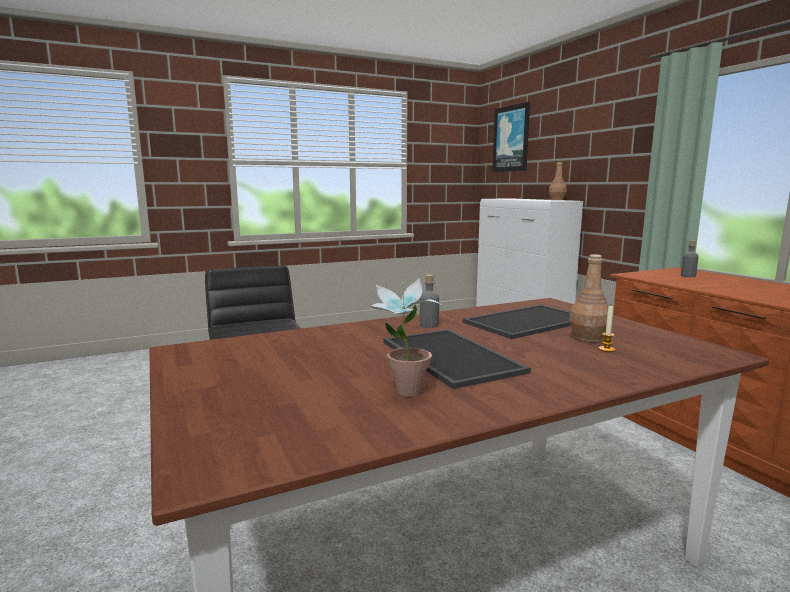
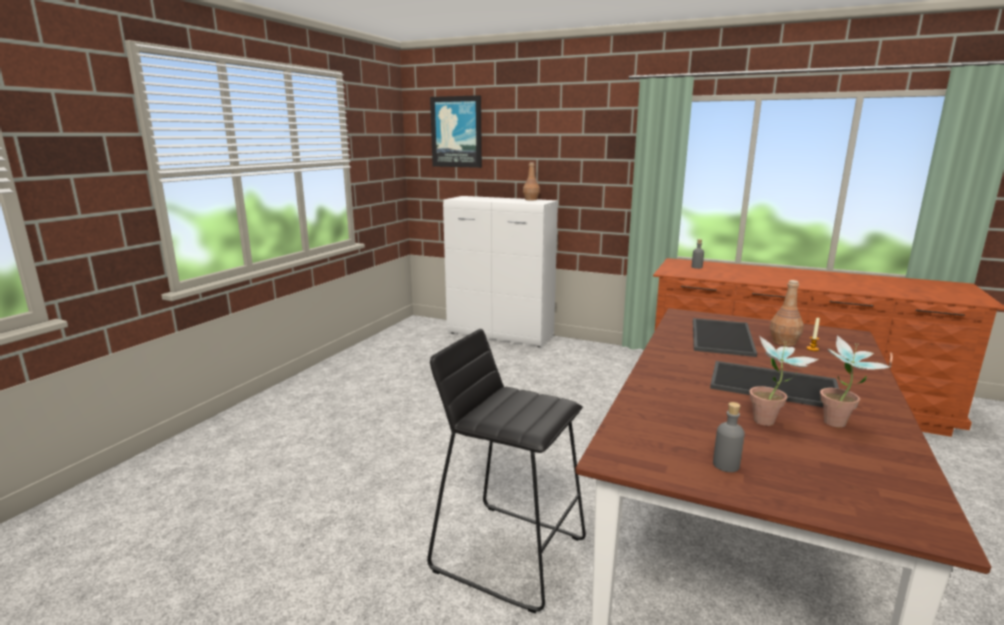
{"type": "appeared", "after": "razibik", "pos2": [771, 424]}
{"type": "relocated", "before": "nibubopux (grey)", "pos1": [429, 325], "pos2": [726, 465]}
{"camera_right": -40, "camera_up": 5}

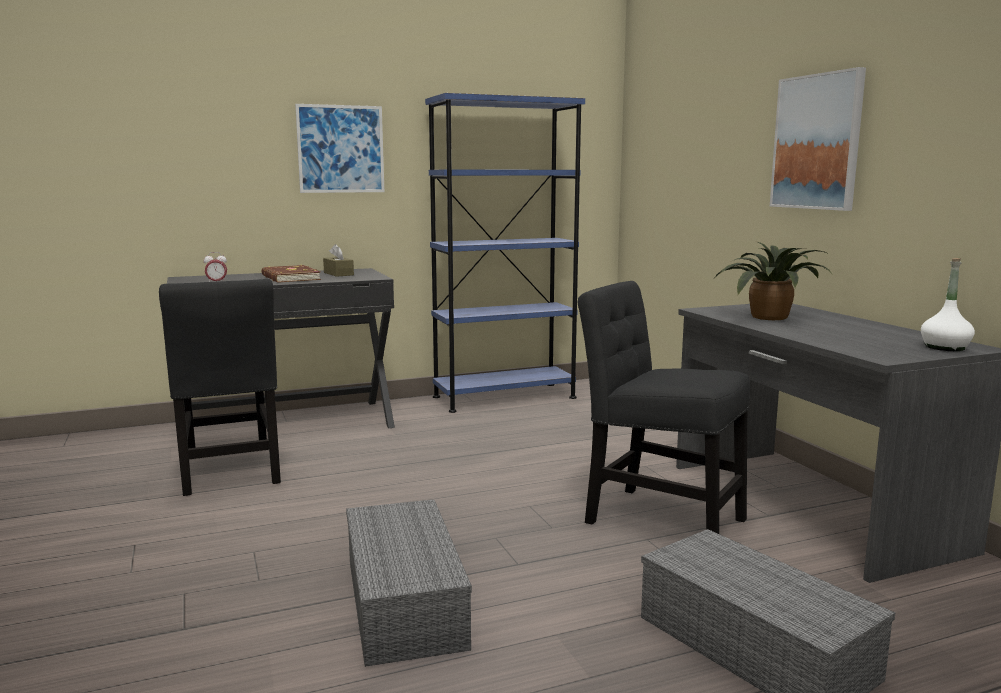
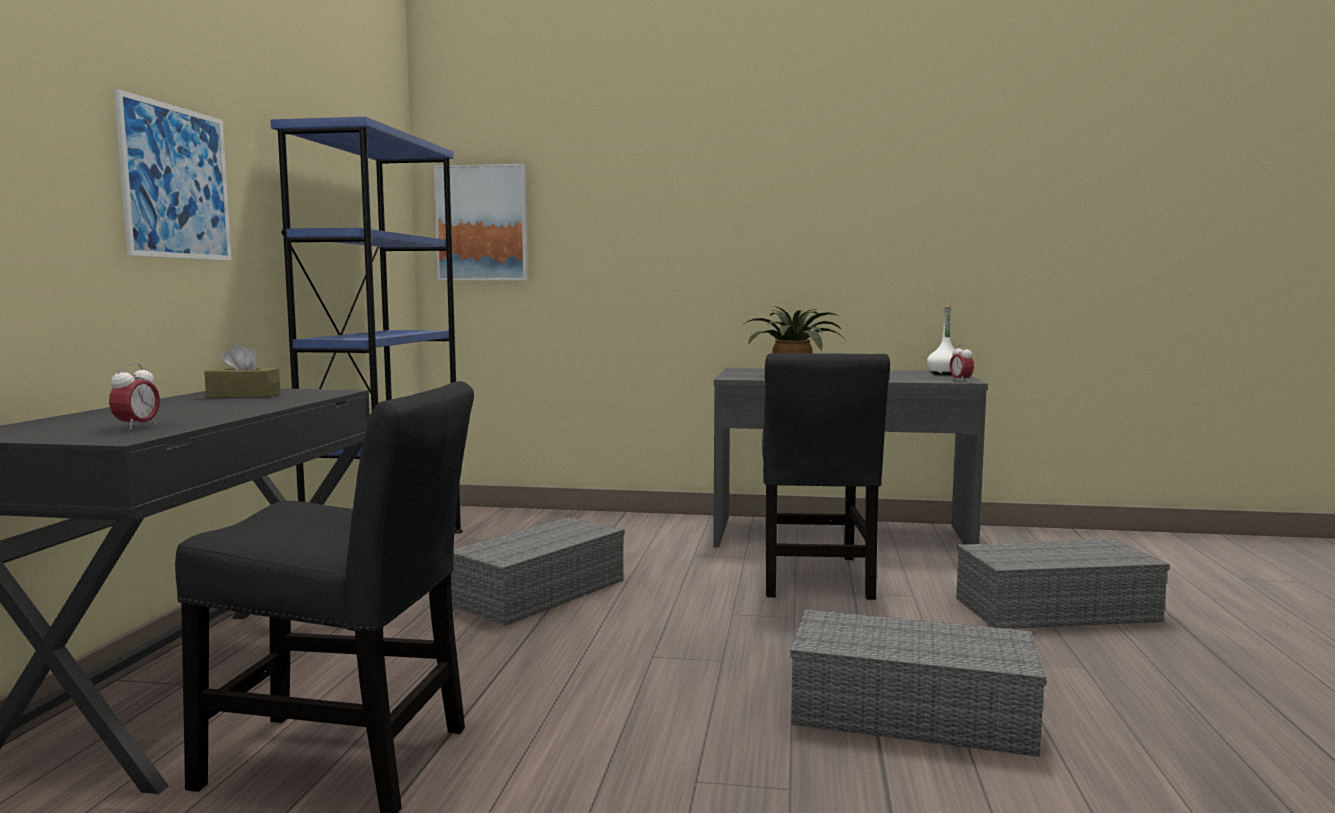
{"type": "missing", "before": "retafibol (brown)", "pos1": [289, 278]}
{"type": "appeared", "after": "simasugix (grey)", "pos2": [540, 591]}
{"type": "appeared", "after": "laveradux", "pos2": [960, 381]}
{"type": "relocated", "before": "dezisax", "pos1": [817, 142], "pos2": [482, 223]}
{"type": "spun", "before": "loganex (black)", "pos1": [657, 518], "pos2": [815, 579], "turn": -60}
{"camera_right": -60, "camera_up": -5}

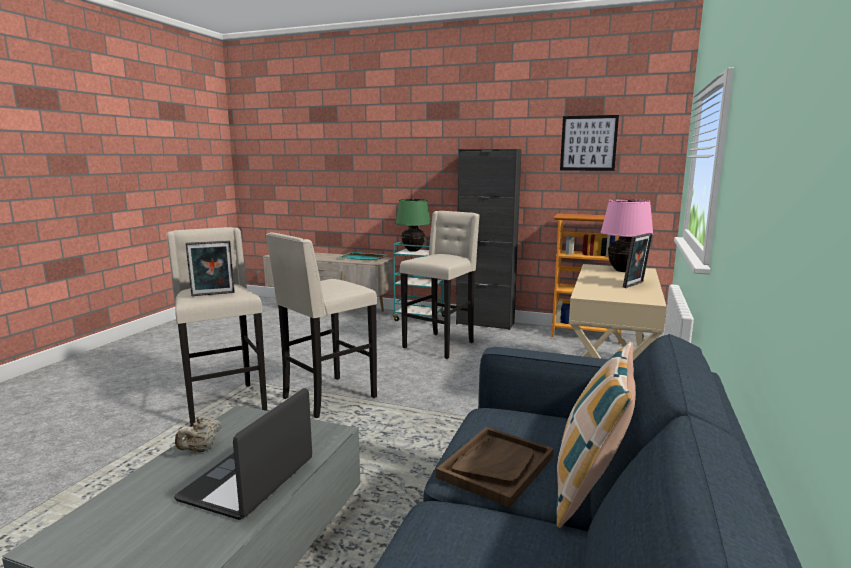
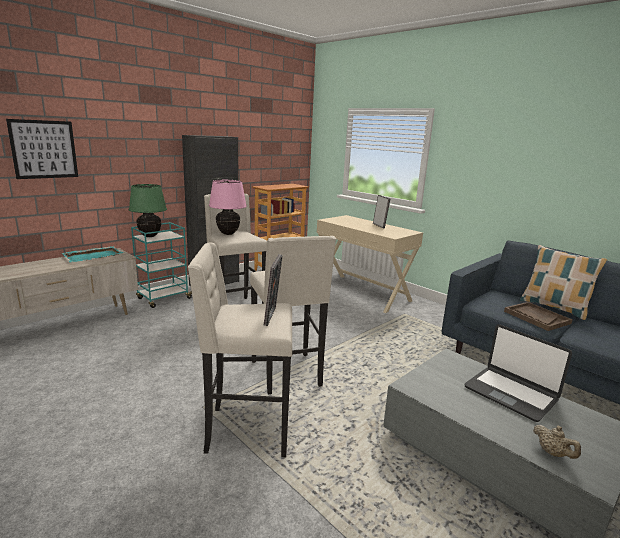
{"type": "relocated", "before": "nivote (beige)", "pos1": [201, 450], "pos2": [552, 453]}
{"type": "relocated", "before": "dezisax", "pos1": [588, 143], "pos2": [44, 149]}
{"type": "relocated", "before": "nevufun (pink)", "pos1": [623, 271], "pos2": [228, 233]}
{"camera_right": -65, "camera_up": 5}

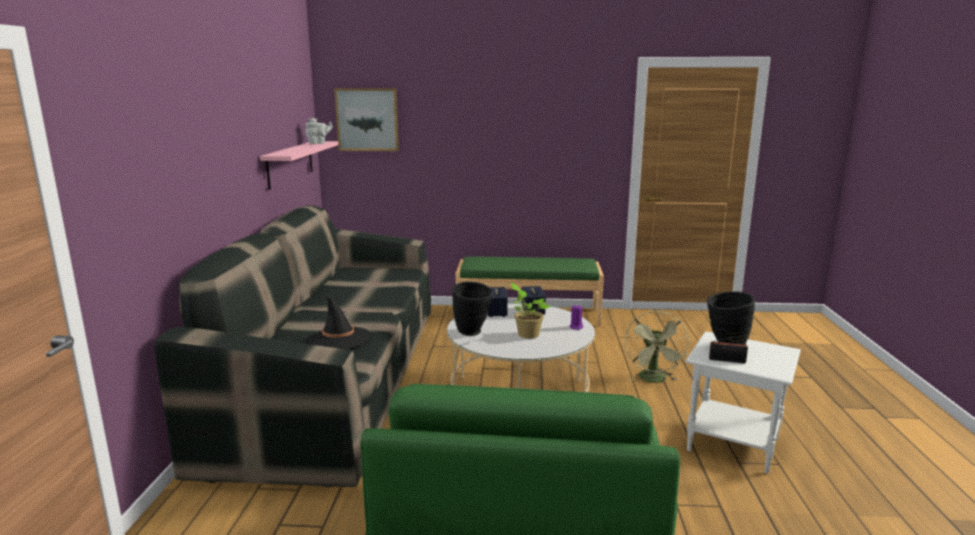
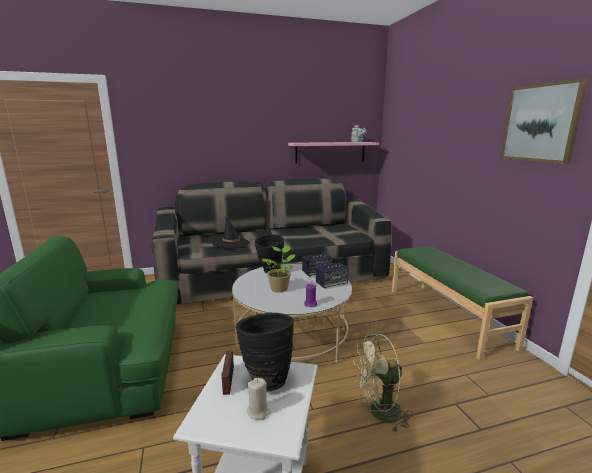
{"type": "appeared", "after": "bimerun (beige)", "pos2": [258, 412]}
{"type": "relocated", "before": "dezisax", "pos1": [367, 119], "pos2": [541, 123]}
{"camera_right": 70, "camera_up": 0}

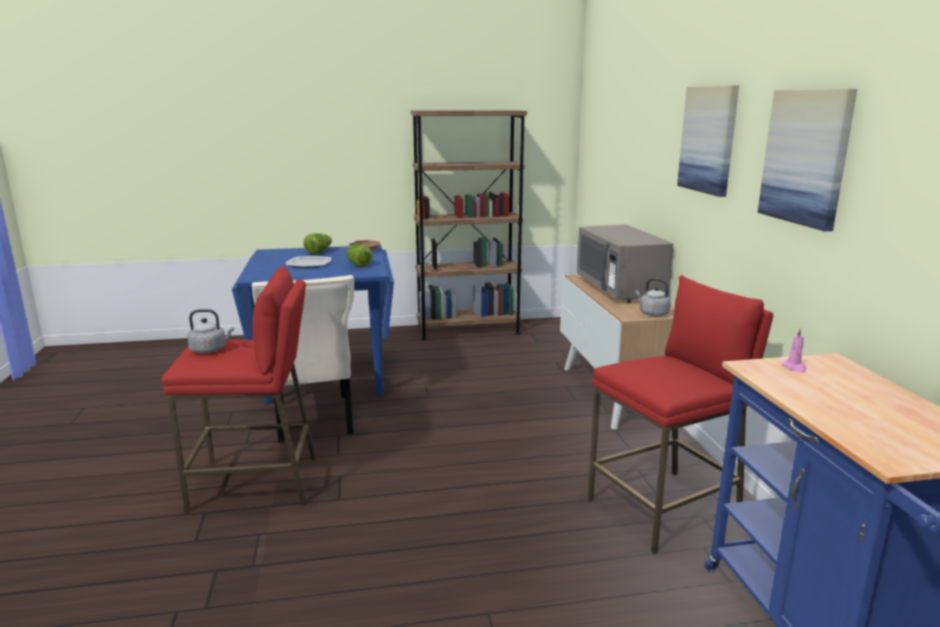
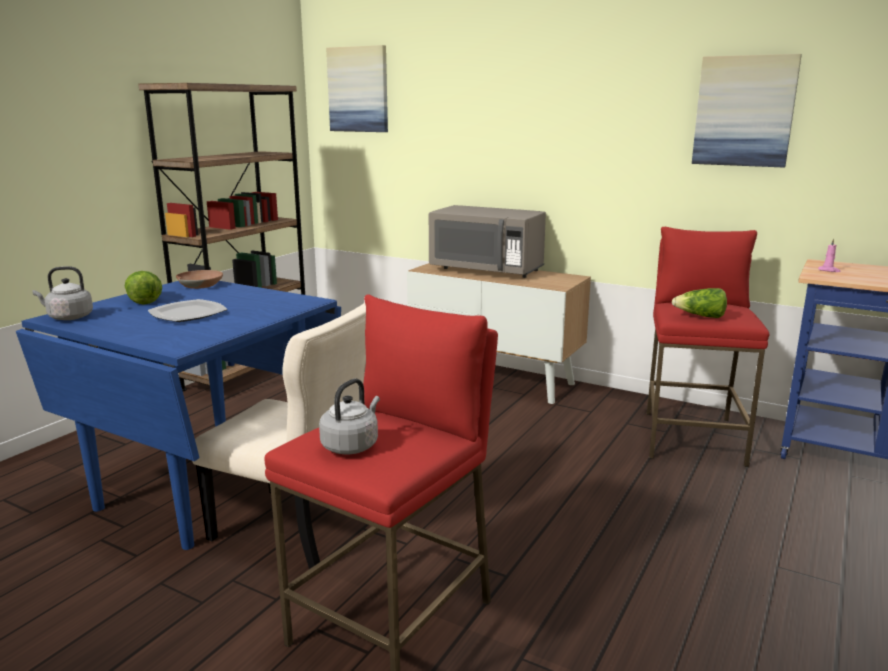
{"type": "relocated", "before": "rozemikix", "pos1": [358, 264], "pos2": [700, 316]}
{"type": "relocated", "before": "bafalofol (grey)", "pos1": [652, 313], "pos2": [68, 317]}
{"type": "relocated", "before": "dezisax", "pos1": [708, 139], "pos2": [358, 89]}
{"camera_right": -50, "camera_up": 0}

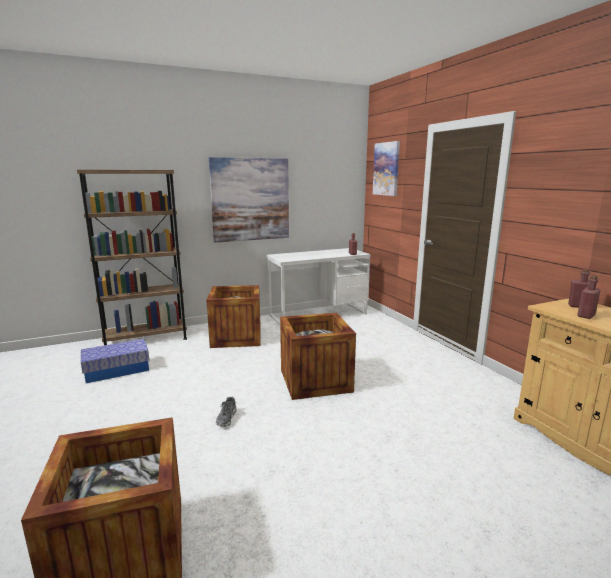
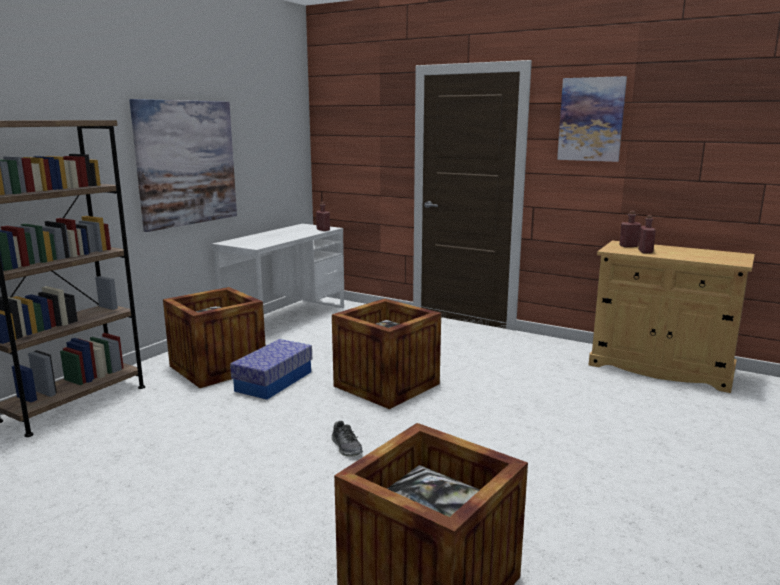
{"type": "relocated", "before": "simasugix", "pos1": [117, 370], "pos2": [274, 381]}
{"type": "relocated", "before": "dezisax", "pos1": [386, 169], "pos2": [591, 119]}
{"camera_right": -35, "camera_up": 0}

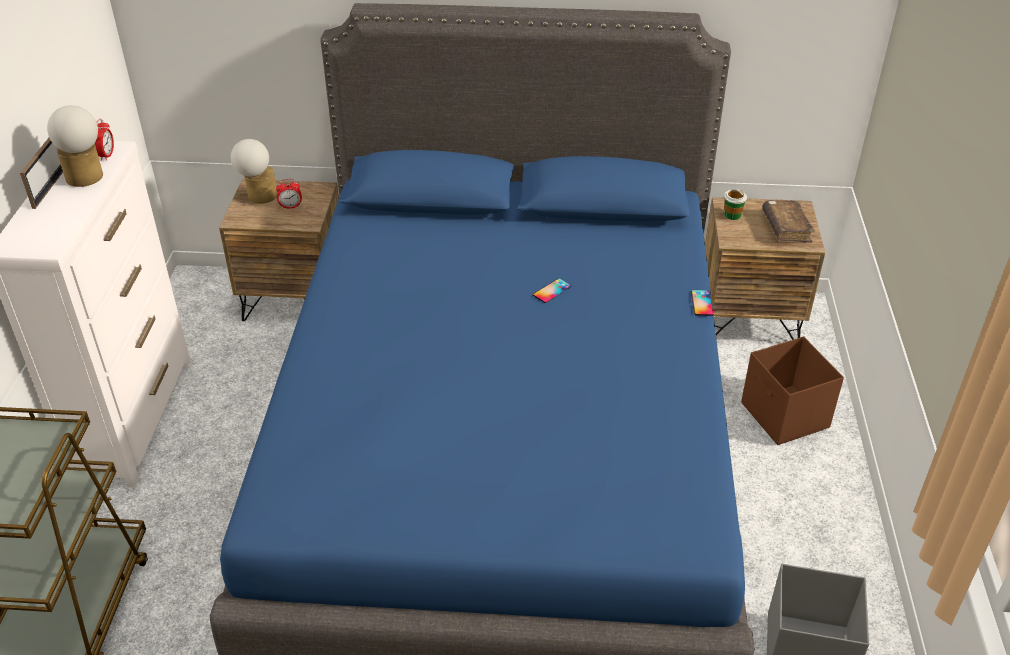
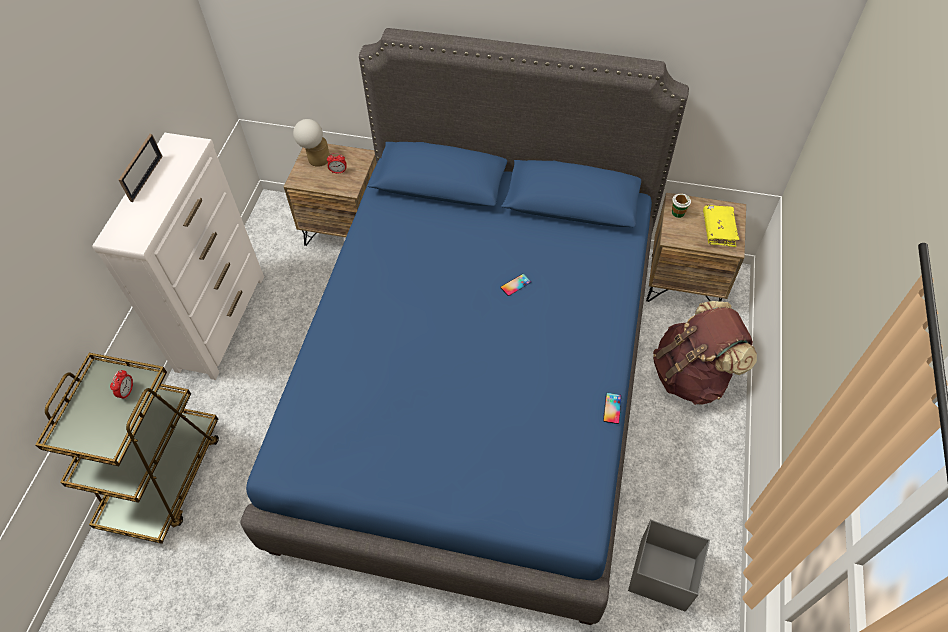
{"type": "missing", "before": "nevufun", "pos1": [86, 179]}
{"type": "relocated", "before": "laveradux", "pos1": [107, 155], "pos2": [127, 392]}
{"type": "relocated", "before": "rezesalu", "pos1": [701, 303], "pos2": [612, 408]}
{"type": "exchanged", "before": "simasugix (brown)", "after": "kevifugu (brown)", "pos1": [784, 416], "pos2": [692, 375]}
{"type": "colour", "before": "retafibol (brown)", "after": "retafibol (yellow)", "pos1": [786, 228], "pos2": [718, 230]}
{"camera_right": 10, "camera_up": 15}

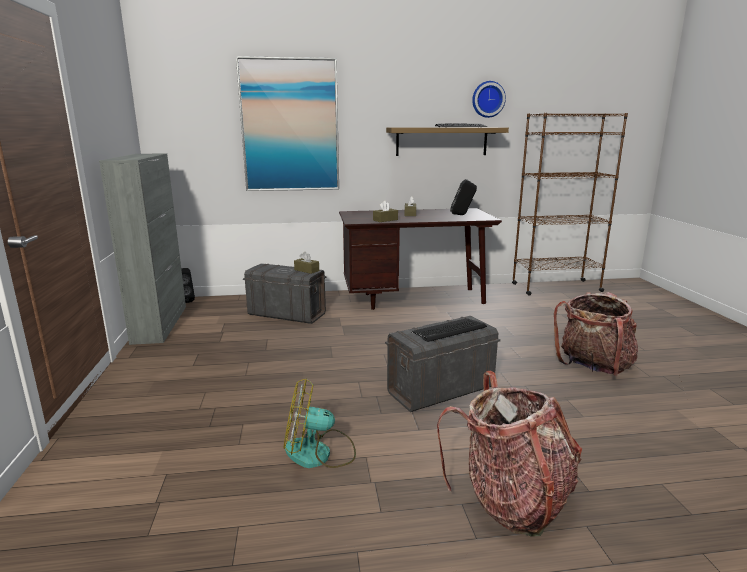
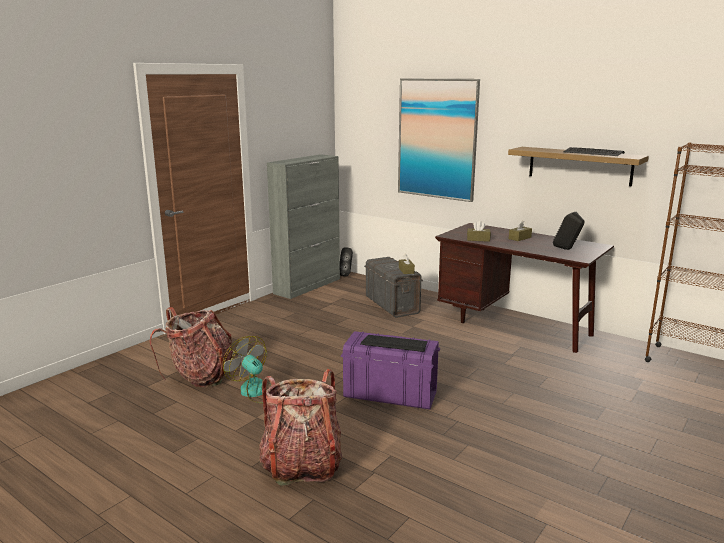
{"type": "missing", "before": "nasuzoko", "pos1": [487, 99]}
{"type": "relocated", "before": "kevifugu", "pos1": [593, 367], "pos2": [200, 376]}
{"type": "colour", "before": "simasugix (grey)", "after": "simasugix (purple)", "pos1": [440, 390], "pos2": [390, 394]}
{"camera_right": 45, "camera_up": 0}

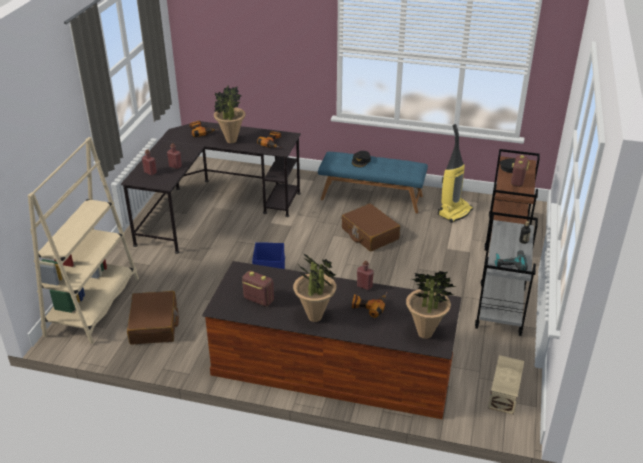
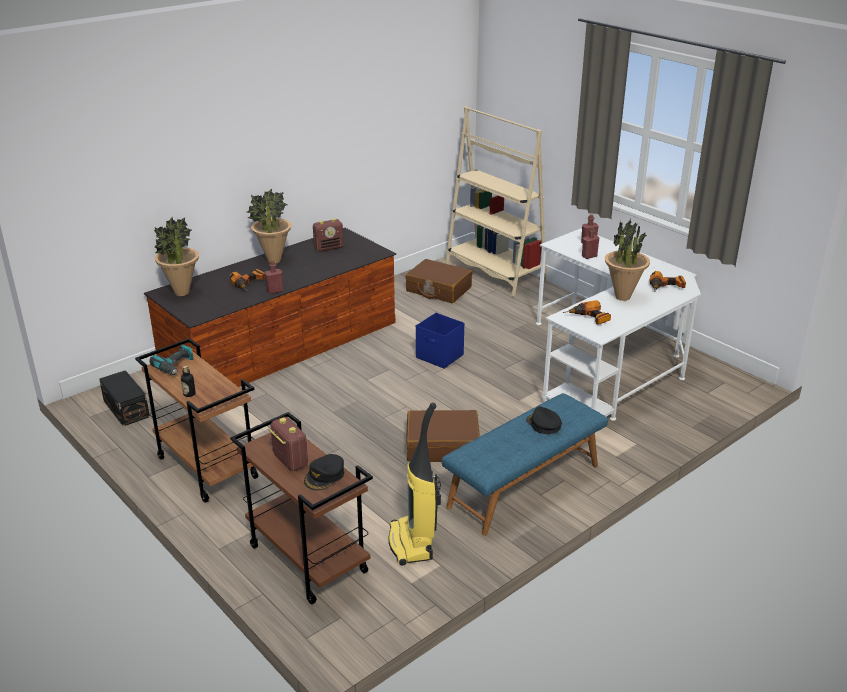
{"type": "colour", "before": "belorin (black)", "after": "belorin (white)", "pos1": [212, 208], "pos2": [609, 364]}
{"type": "colour", "before": "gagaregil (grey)", "after": "gagaregil (brown)", "pos1": [500, 310], "pos2": [206, 468]}
{"type": "colour", "before": "simasugix (beige)", "after": "simasugix (black)", "pos1": [505, 392], "pos2": [126, 409]}
{"camera_right": 125, "camera_up": -5}

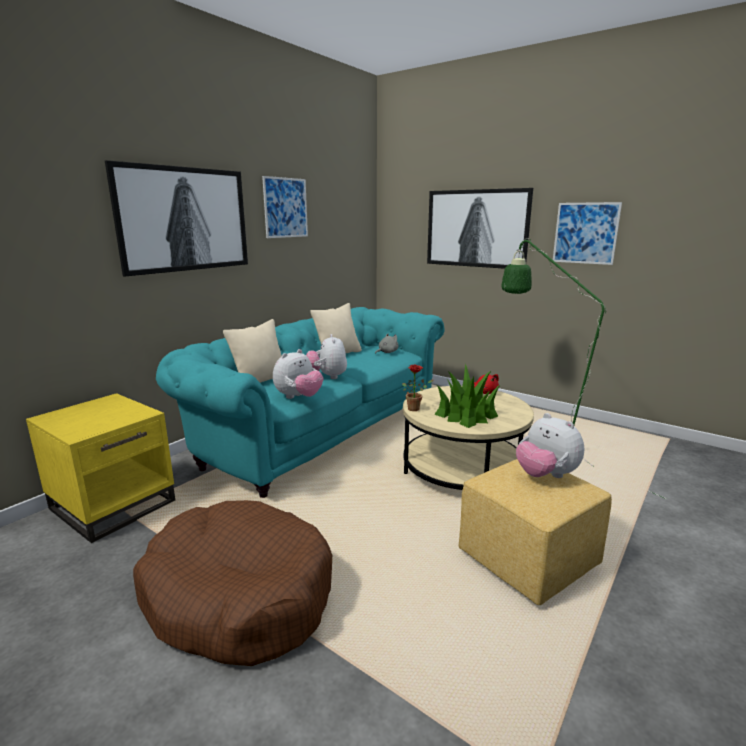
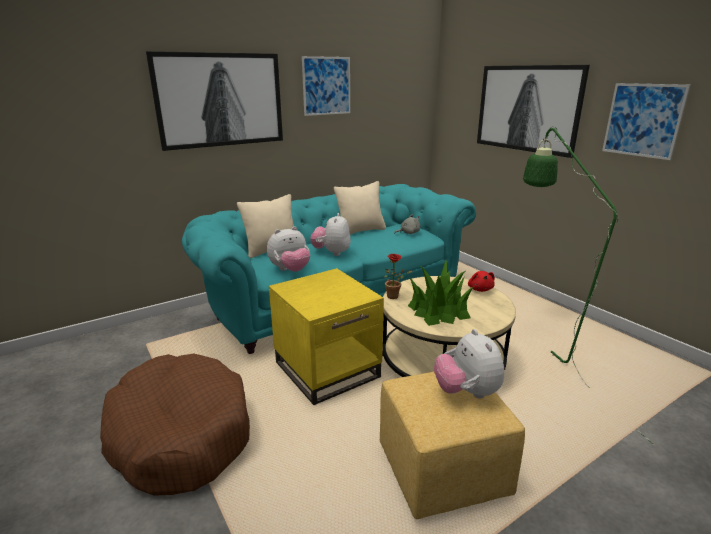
{"type": "relocated", "before": "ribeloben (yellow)", "pos1": [114, 504], "pos2": [328, 370]}
{"camera_right": 20, "camera_up": 5}

